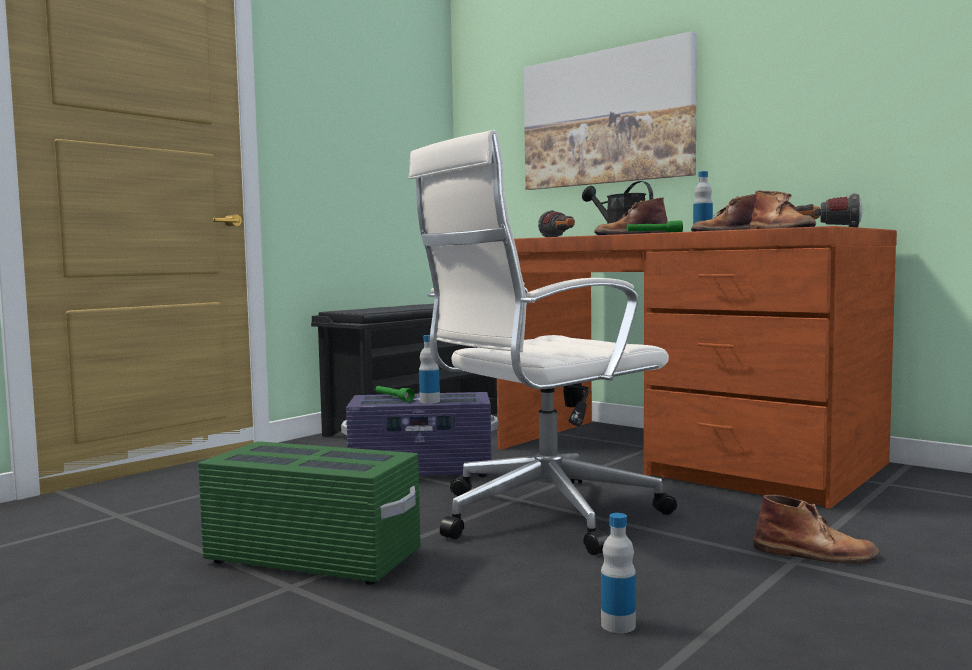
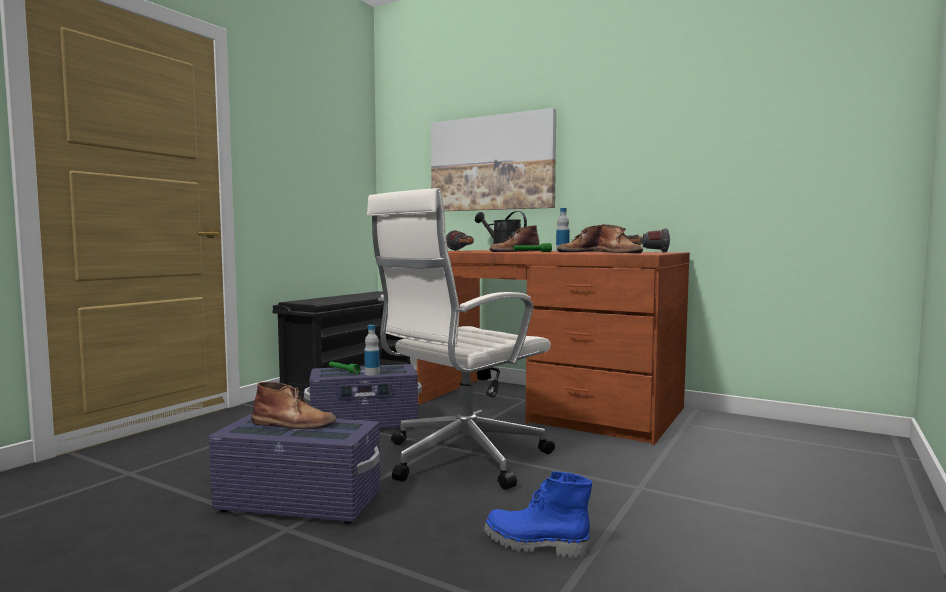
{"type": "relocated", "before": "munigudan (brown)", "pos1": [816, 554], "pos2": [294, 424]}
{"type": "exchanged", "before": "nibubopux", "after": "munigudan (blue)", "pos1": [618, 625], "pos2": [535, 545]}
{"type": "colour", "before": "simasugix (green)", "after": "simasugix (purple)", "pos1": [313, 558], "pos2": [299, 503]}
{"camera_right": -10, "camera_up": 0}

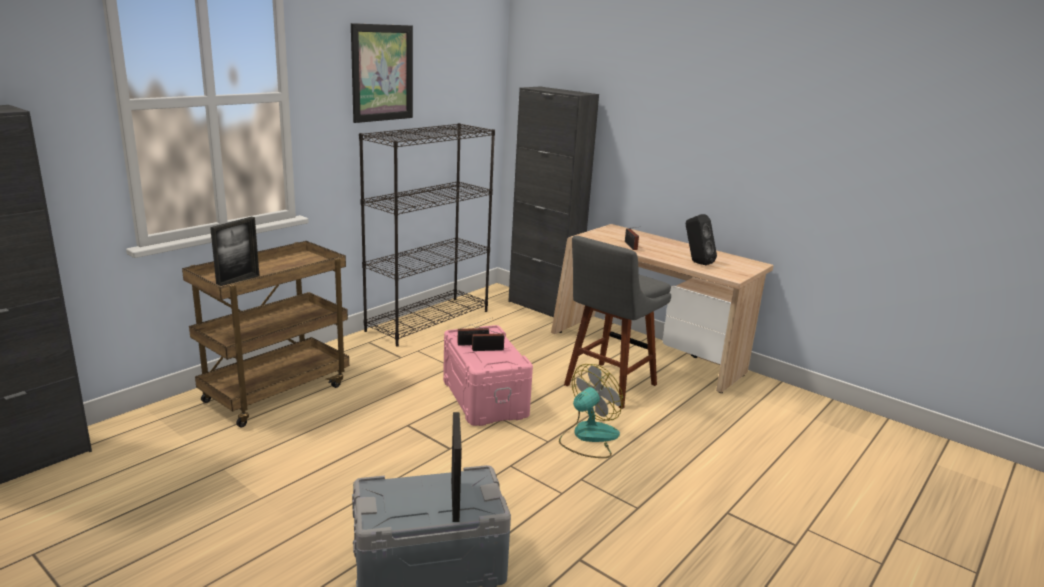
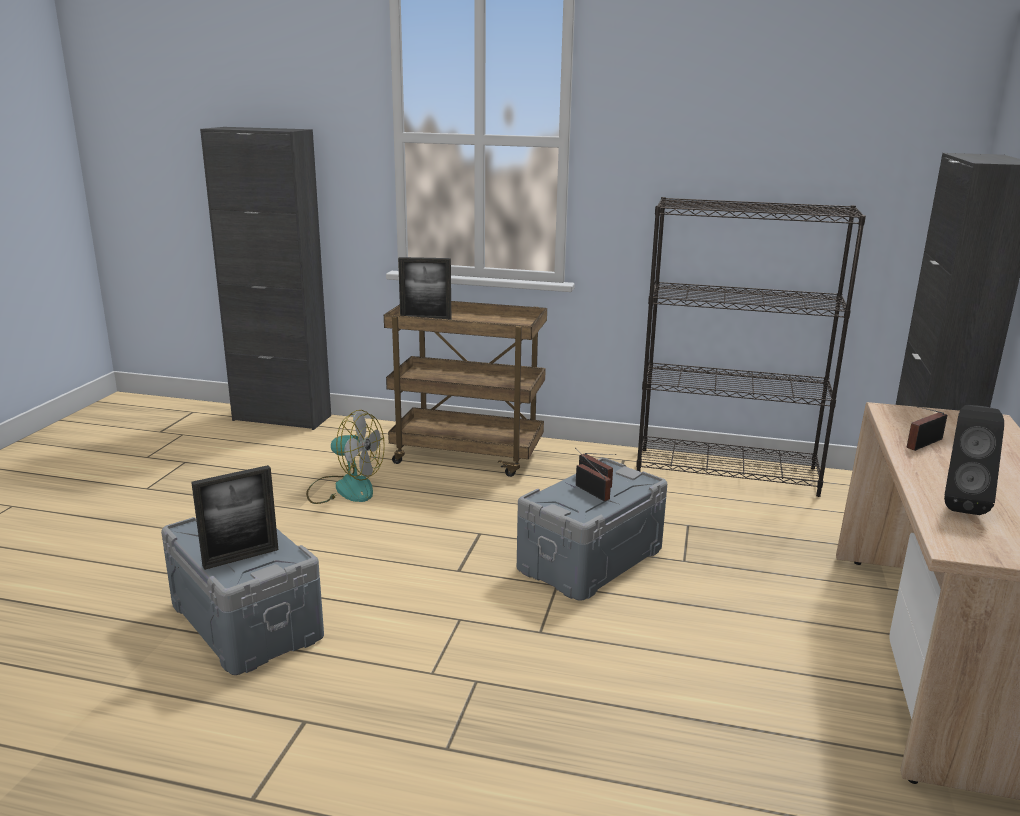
{"type": "missing", "before": "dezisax", "pos1": [382, 73]}
{"type": "missing", "before": "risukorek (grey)", "pos1": [607, 386]}
{"type": "relocated", "before": "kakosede", "pos1": [588, 437], "pos2": [345, 488]}
{"type": "colour", "before": "simasugix (pink)", "after": "simasugix (grey)", "pos1": [485, 398], "pos2": [591, 560]}
{"camera_right": 65, "camera_up": 0}

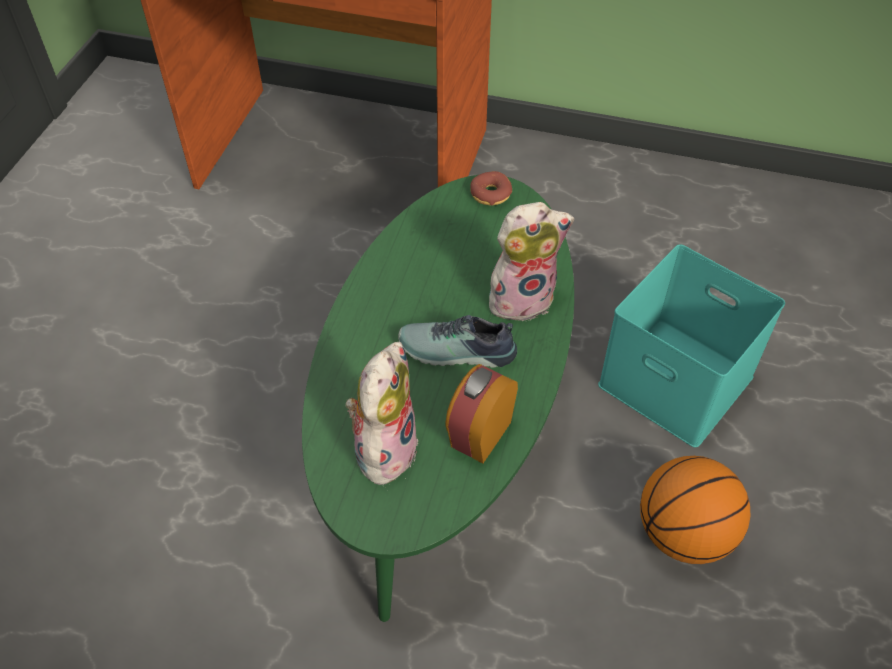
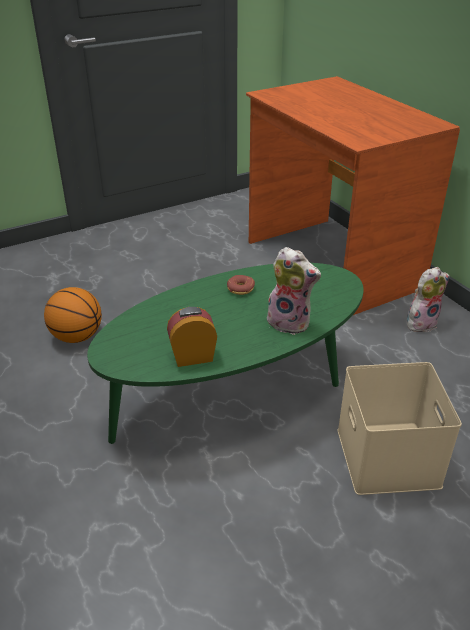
{"type": "missing", "before": "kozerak", "pos1": [456, 352]}
{"type": "relocated", "before": "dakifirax", "pos1": [384, 448], "pos2": [421, 322]}
{"type": "relocated", "before": "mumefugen", "pos1": [490, 194], "pos2": [240, 289]}
{"type": "relocated", "before": "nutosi", "pos1": [683, 533], "pos2": [77, 336]}
{"type": "colour", "before": "simasugix (turquoise)", "after": "simasugix (beige)", "pos1": [679, 380], "pos2": [390, 458]}
{"camera_right": 45, "camera_up": -15}

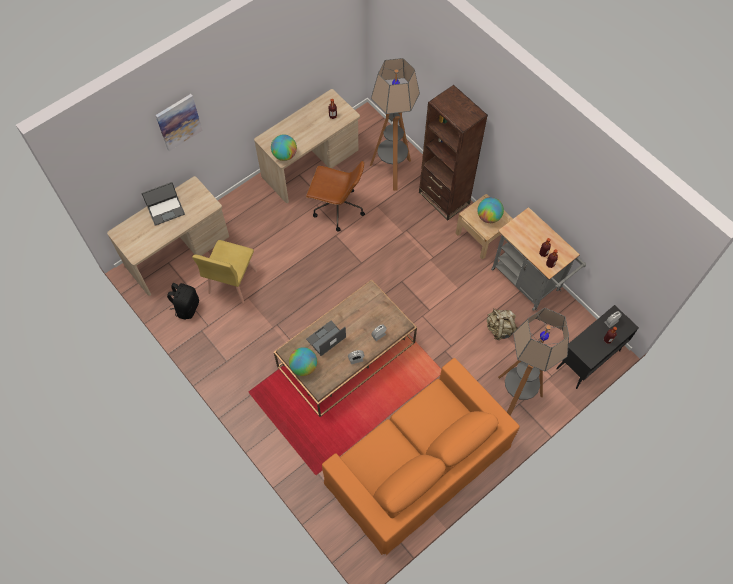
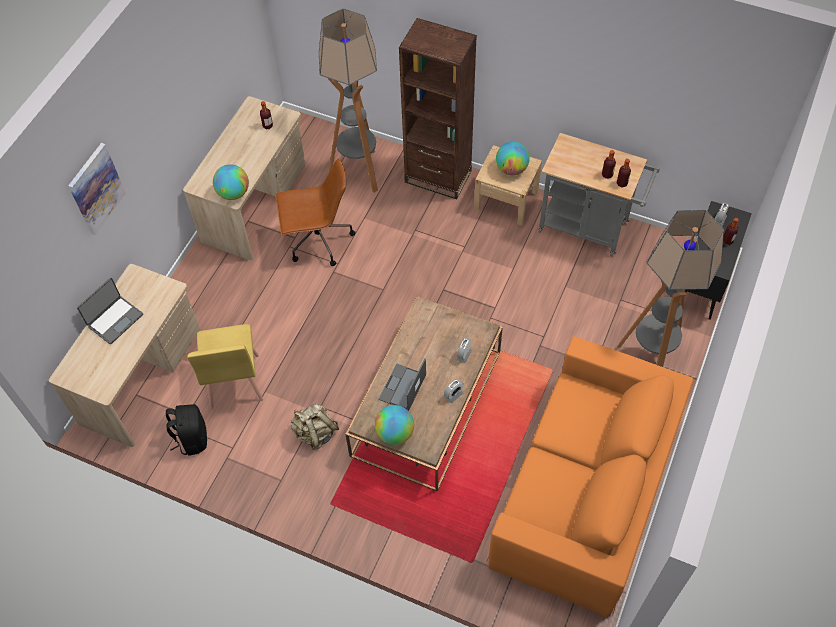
{"type": "relocated", "before": "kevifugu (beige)", "pos1": [500, 329], "pos2": [315, 433]}
{"camera_right": -25, "camera_up": -5}

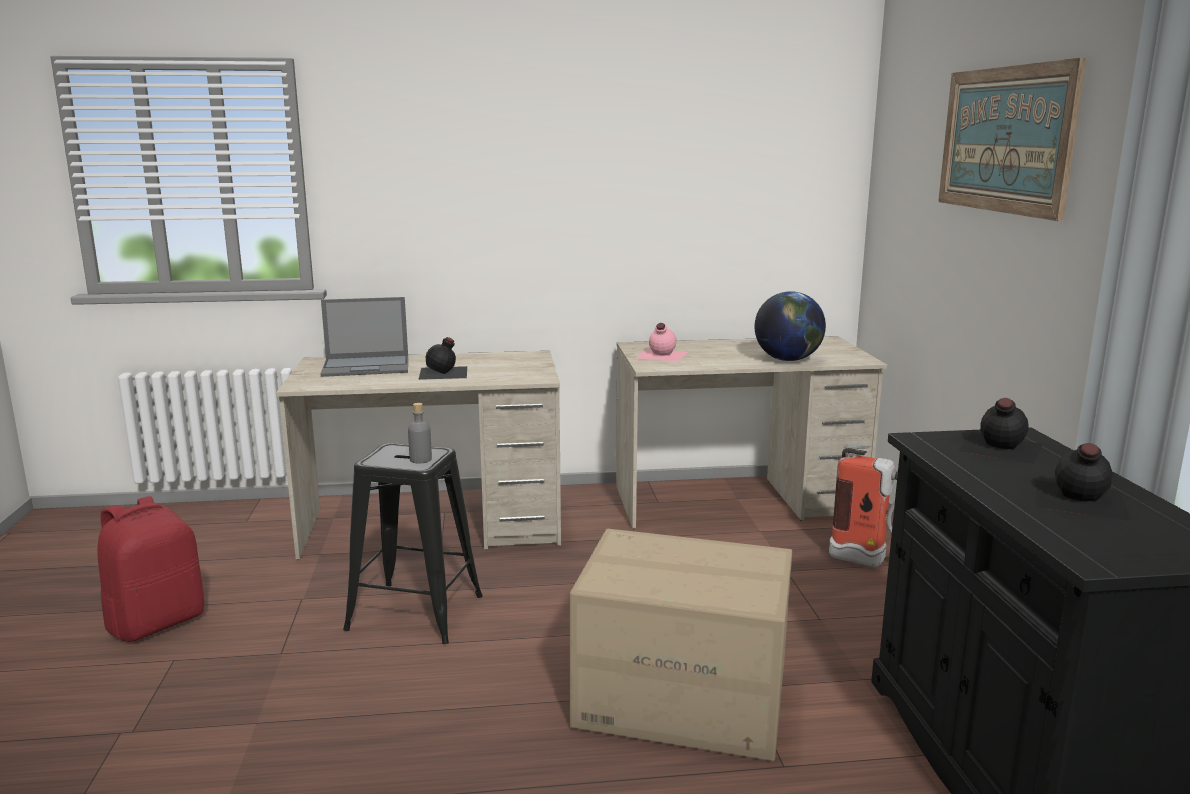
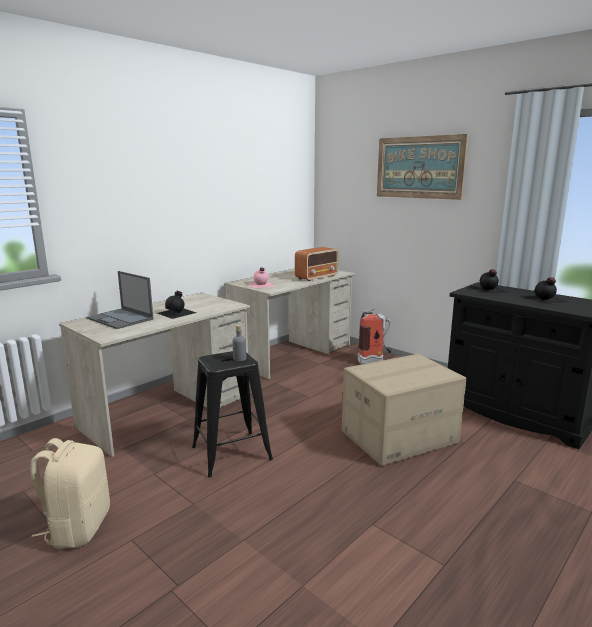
{"type": "exchanged", "before": "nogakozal", "after": "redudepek", "pos1": [788, 359], "pos2": [317, 277]}
{"type": "colour", "before": "kevifugu (red)", "after": "kevifugu (beige)", "pos1": [157, 622], "pos2": [78, 528]}
{"type": "spun", "before": "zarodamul", "pos1": [367, 366], "pos2": [121, 319], "turn": 90}
{"camera_right": -40, "camera_up": 0}

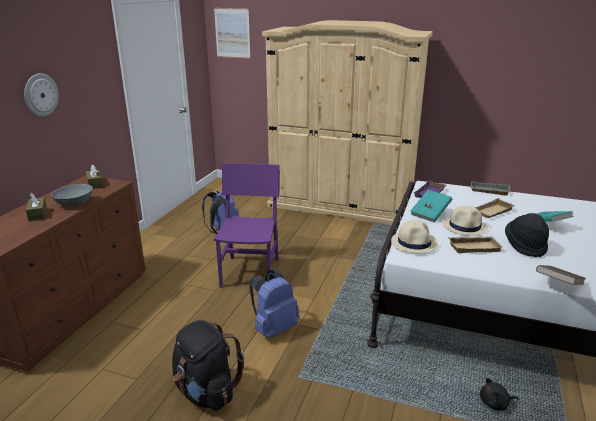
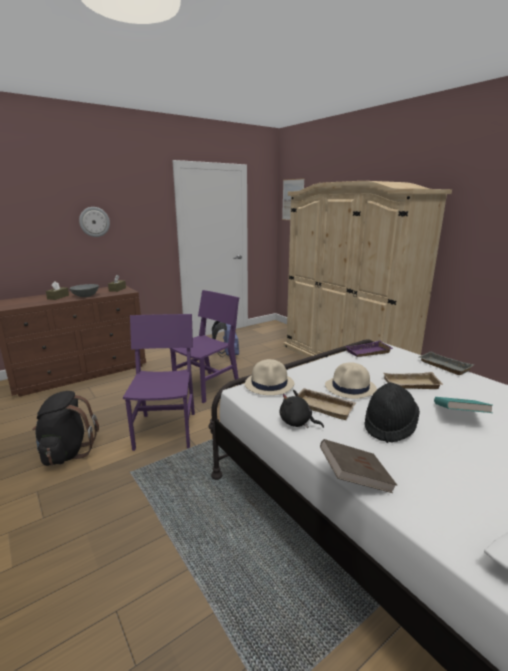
{"type": "missing", "before": "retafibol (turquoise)", "pos1": [430, 214]}
{"type": "relocated", "before": "dakifirax (black)", "pos1": [495, 403], "pos2": [297, 423]}
{"type": "exchanged", "before": "kevifugu (blue)", "after": "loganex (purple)", "pos1": [273, 328], "pos2": [166, 430]}
{"camera_right": 35, "camera_up": -5}

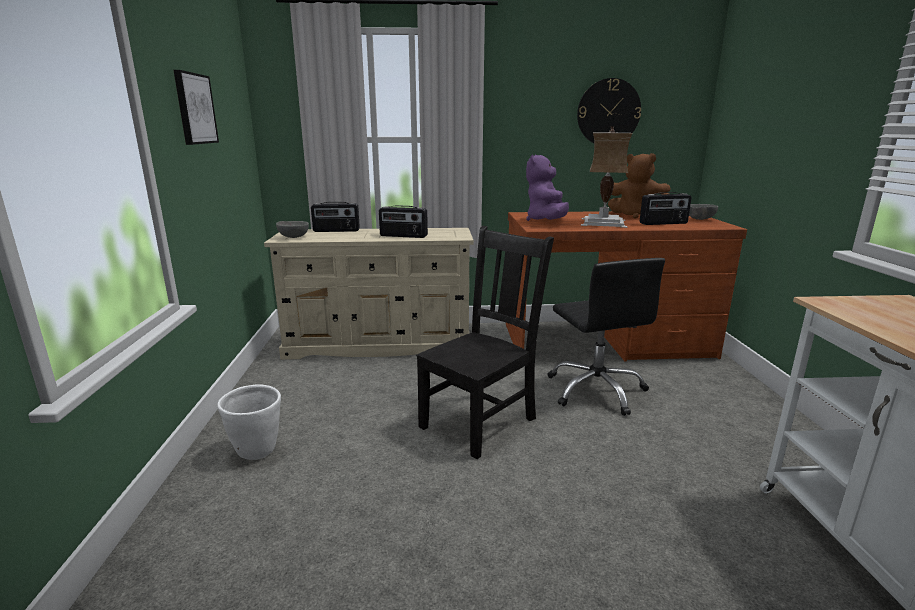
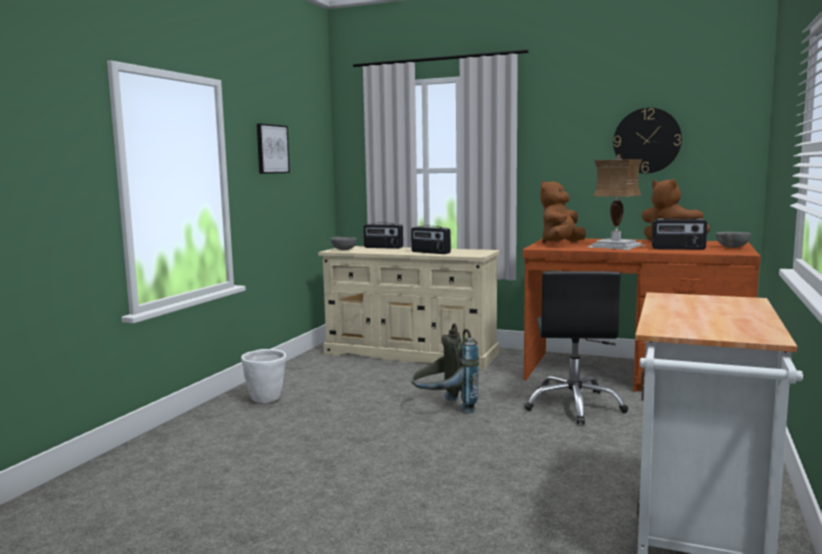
{"type": "exchanged", "before": "loganex (black)", "after": "kevifugu (grey)", "pos1": [481, 421], "pos2": [444, 409]}
{"type": "colour", "before": "dakifirax (purple)", "after": "dakifirax (brown)", "pos1": [546, 221], "pos2": [561, 244]}
{"camera_right": 25, "camera_up": -10}

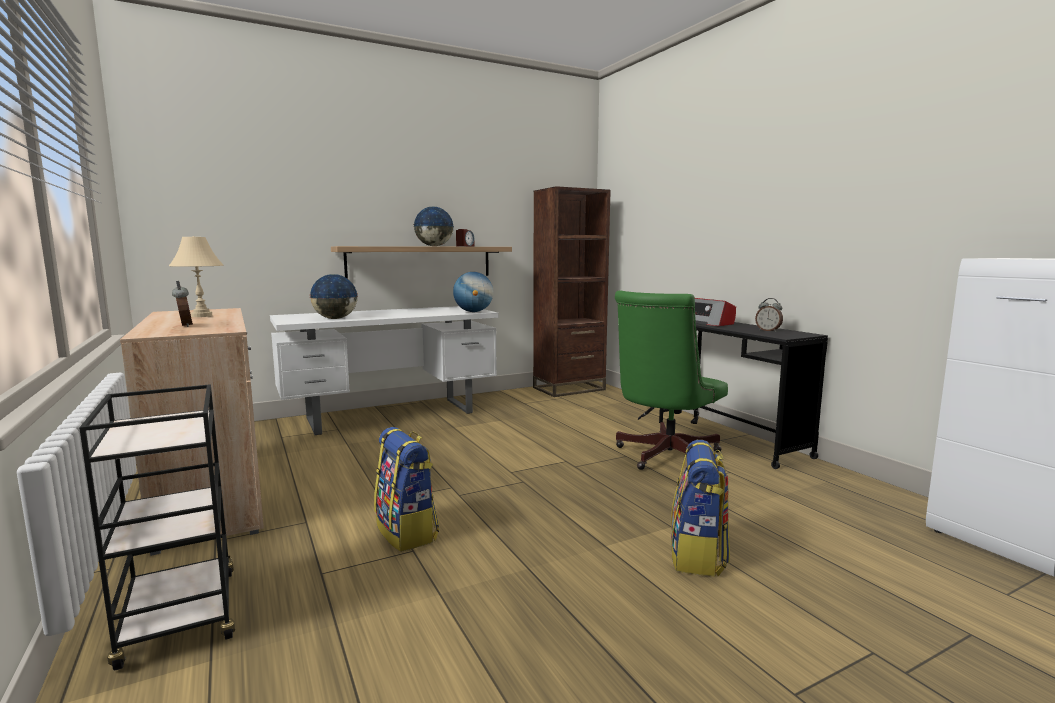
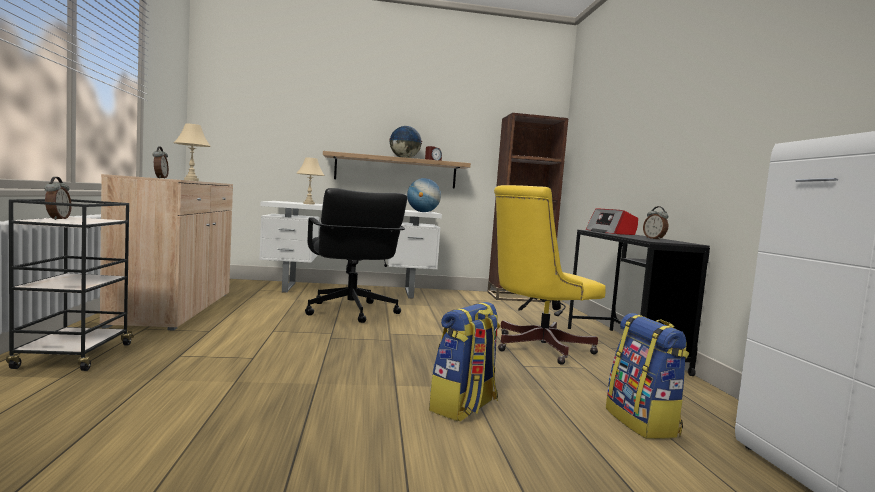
{"type": "appeared", "after": "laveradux", "pos2": [57, 219]}
{"type": "appeared", "after": "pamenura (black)", "pos2": [350, 312]}
{"type": "relocated", "before": "kevifugu", "pos1": [408, 532], "pos2": [643, 423]}
{"type": "exchanged", "before": "nogakozal", "after": "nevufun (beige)", "pos1": [335, 318], "pos2": [309, 204]}
{"type": "colour", "before": "pamenura (green)", "after": "pamenura (yellow)", "pos1": [664, 457], "pos2": [535, 348]}
{"camera_right": 20, "camera_up": -5}

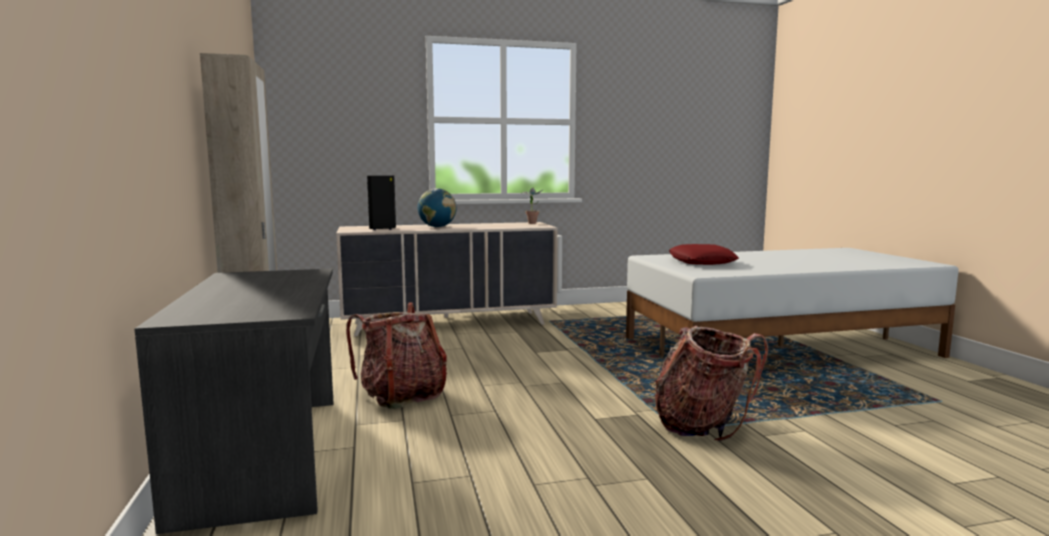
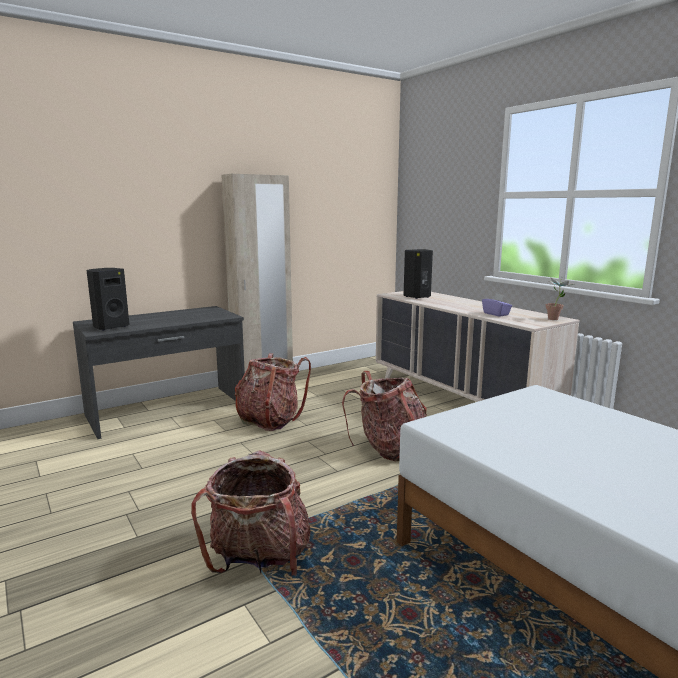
{"type": "missing", "before": "nogakozal", "pos1": [437, 227]}
{"type": "missing", "before": "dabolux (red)", "pos1": [702, 262]}
{"type": "appeared", "after": "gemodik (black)", "pos2": [110, 327]}
{"type": "appeared", "after": "kevifugu", "pos2": [389, 448]}
{"type": "appeared", "after": "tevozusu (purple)", "pos2": [496, 314]}
{"camera_right": 70, "camera_up": 5}

